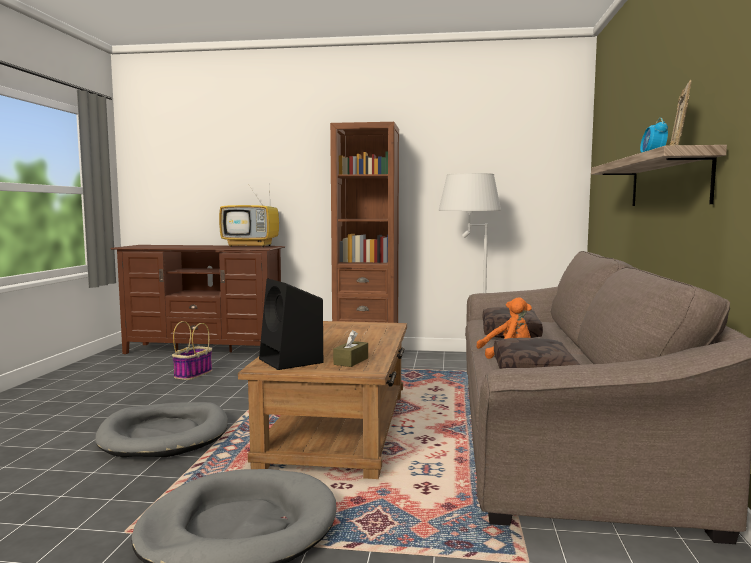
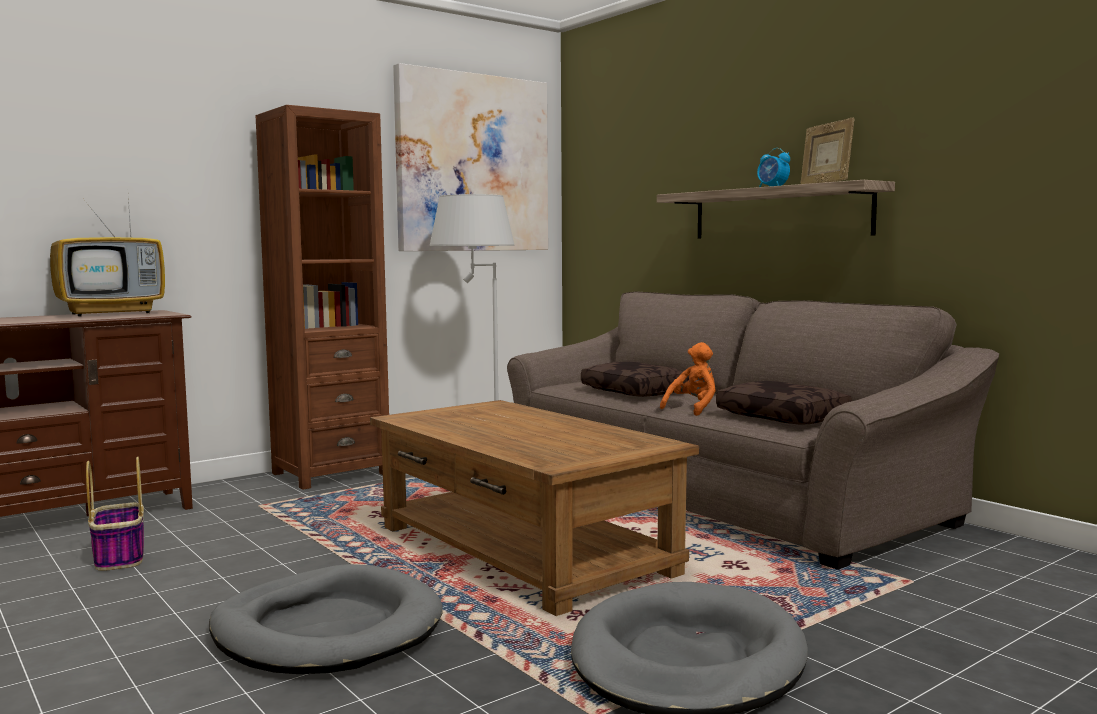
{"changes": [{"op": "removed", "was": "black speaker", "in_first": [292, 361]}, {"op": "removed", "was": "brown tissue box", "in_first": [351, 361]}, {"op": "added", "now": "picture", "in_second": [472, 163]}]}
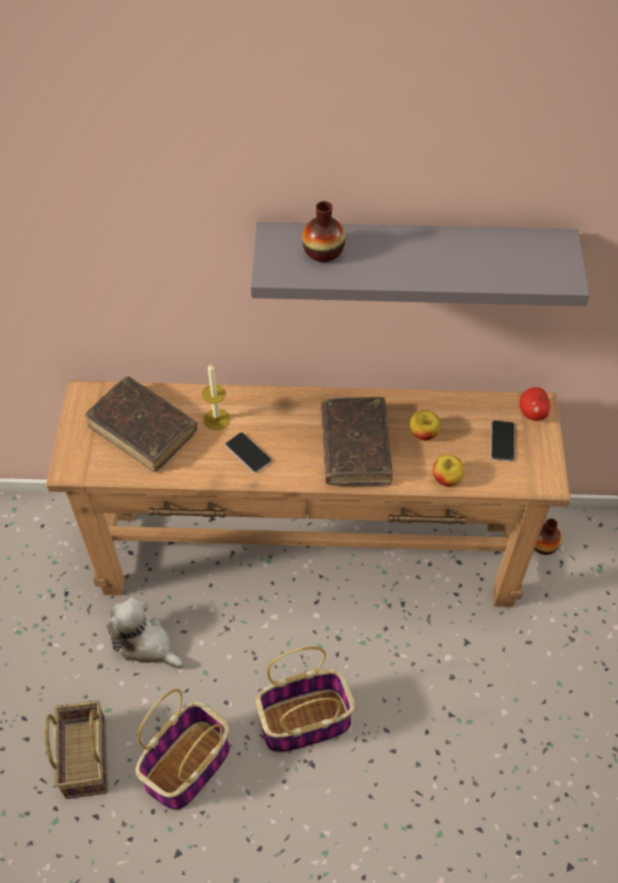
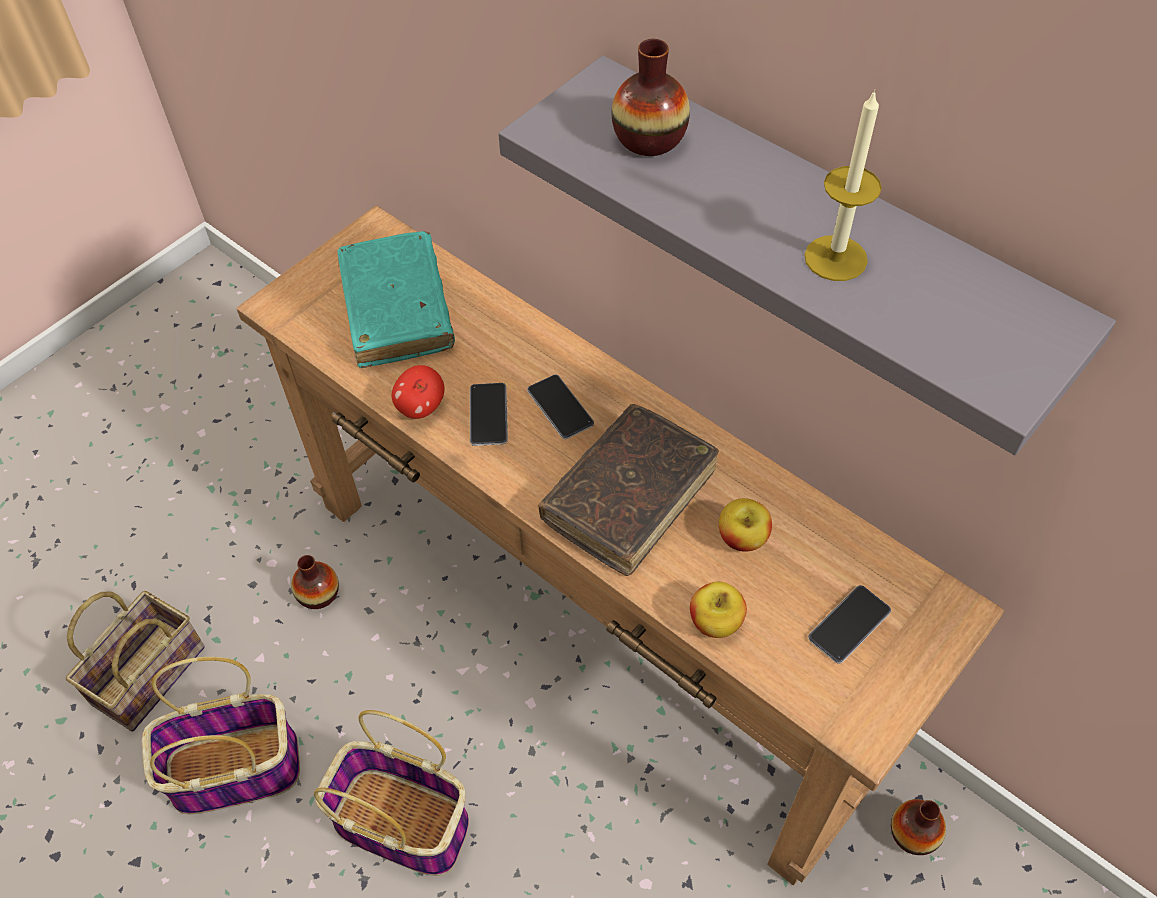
{"changes": [{"op": "recoloured", "was": "brown book", "now": "turquoise book", "in_first": [143, 430], "in_second": [397, 310]}, {"op": "replaced", "was": "plush toy", "now": "vase", "in_first": [145, 643], "in_second": [318, 594]}, {"op": "moved", "was": "candle", "in_first": [217, 419], "in_second": [835, 258]}, {"op": "moved", "was": "apple", "in_first": [532, 413], "in_second": [420, 407]}, {"op": "added", "now": "phone", "in_second": [560, 408]}]}
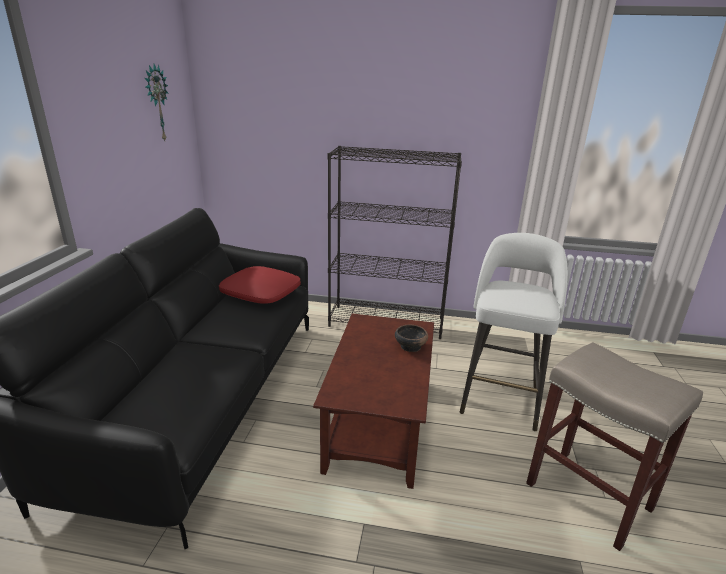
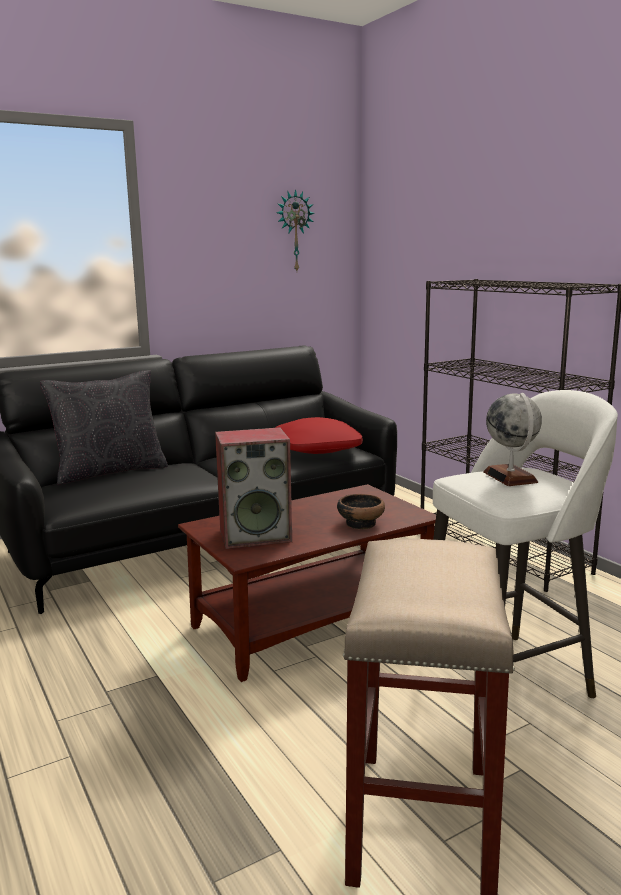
{"changes": [{"op": "added", "now": "black pillow", "in_second": [110, 471]}, {"op": "added", "now": "speaker", "in_second": [256, 535]}, {"op": "added", "now": "globe", "in_second": [510, 477]}]}
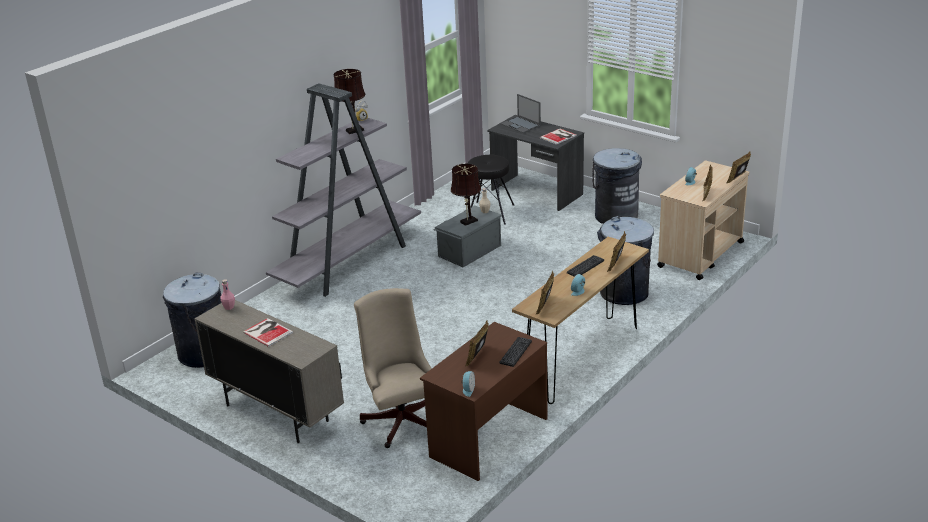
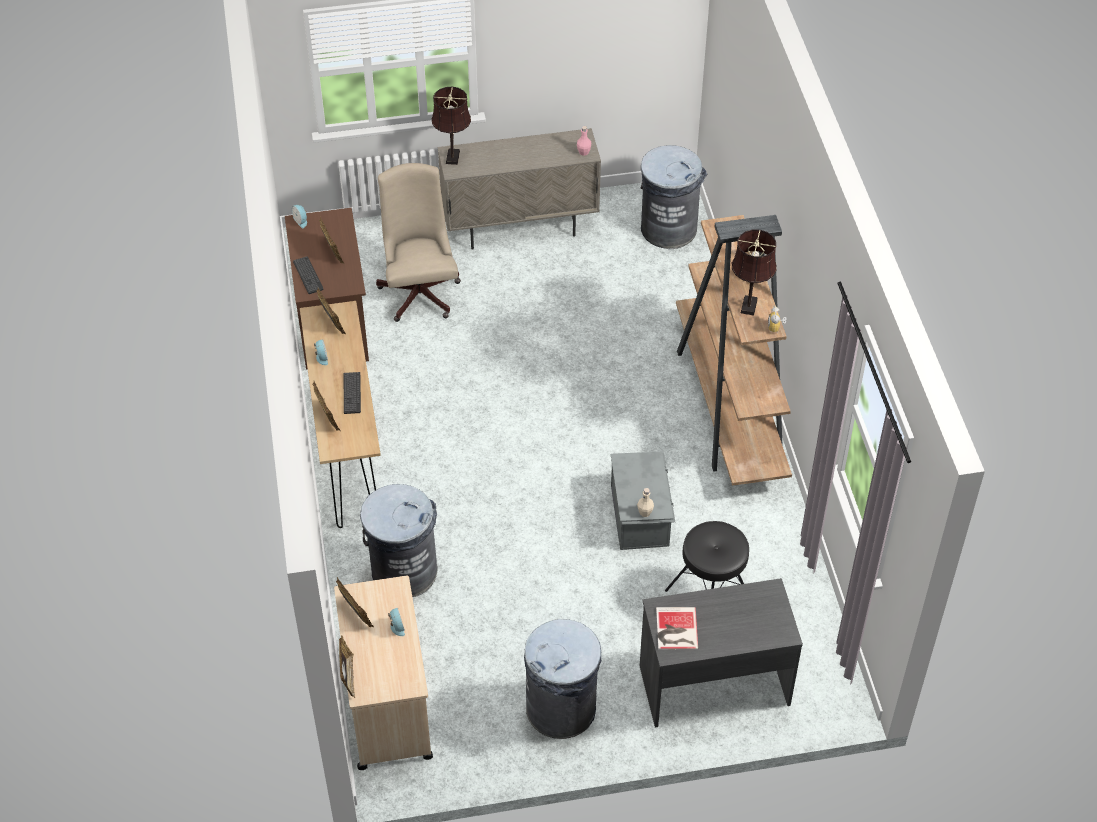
{"changes": [{"op": "removed", "was": "book", "in_first": [268, 331]}, {"op": "recoloured", "was": "grey bookcase", "now": "brown bookcase", "in_first": [349, 262], "in_second": [729, 407]}, {"op": "turned", "was": "beige office chair", "in_first": [402, 418], "in_second": [420, 290], "clockwise": -120}, {"op": "moved", "was": "brown table lamp", "in_first": [467, 222], "in_second": [453, 155]}, {"op": "removed", "was": "laptop", "in_first": [521, 125]}]}
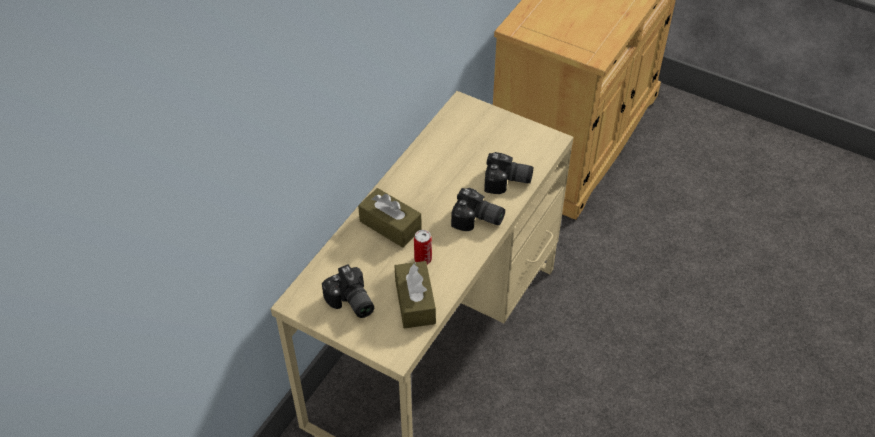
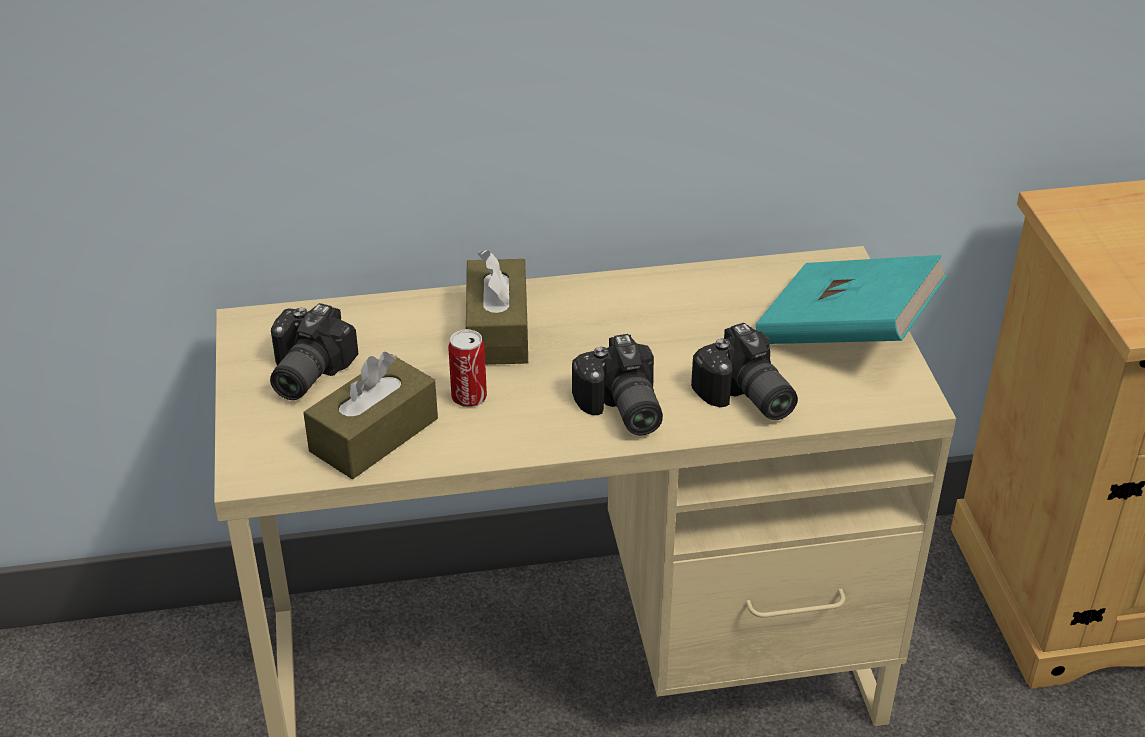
{"changes": [{"op": "added", "now": "turquoise book", "in_second": [845, 334]}]}
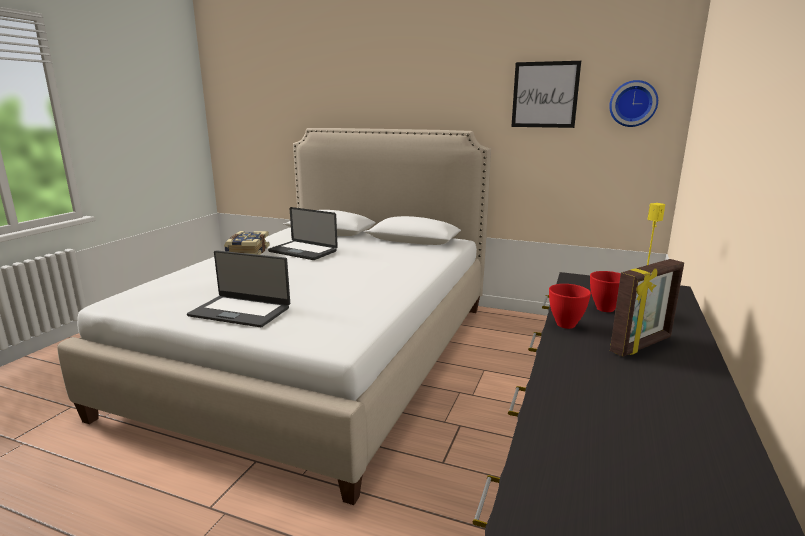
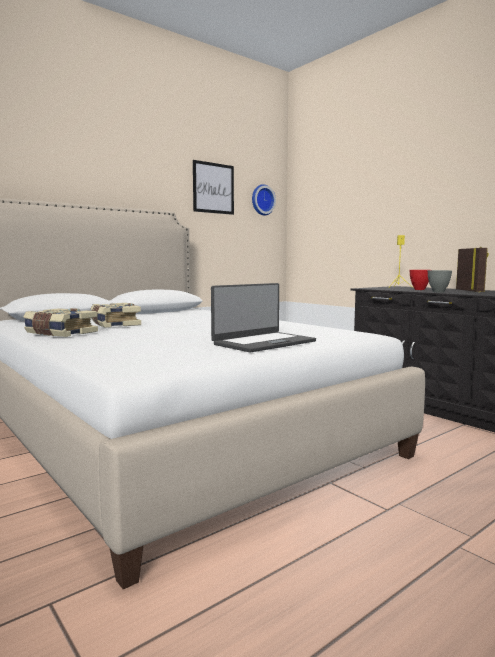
{"changes": [{"op": "replaced", "was": "laptop", "now": "book", "in_first": [302, 251], "in_second": [114, 324]}, {"op": "recoloured", "was": "red bowl", "now": "grey bowl", "in_first": [564, 325], "in_second": [438, 292]}]}
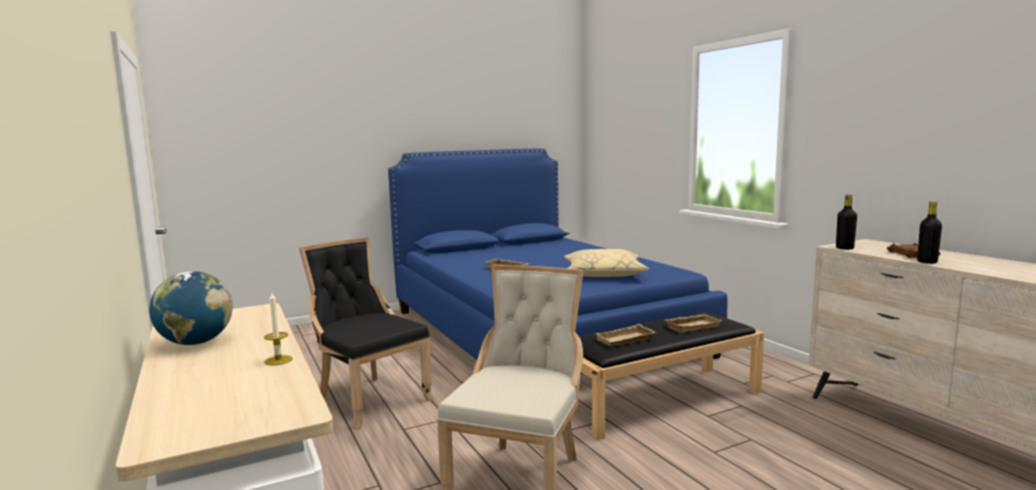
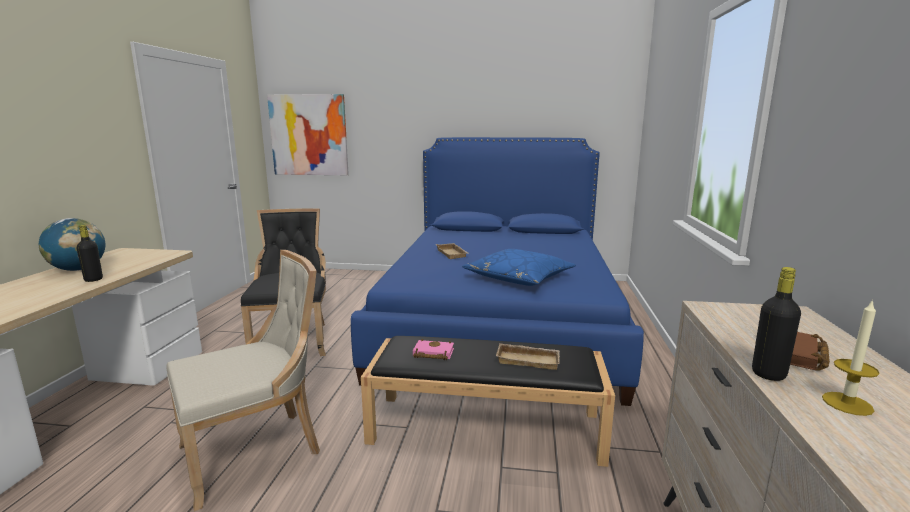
{"changes": [{"op": "moved", "was": "candle", "in_first": [278, 360], "in_second": [847, 403]}, {"op": "recoloured", "was": "beige pillow", "now": "blue pillow", "in_first": [604, 274], "in_second": [519, 278]}, {"op": "replaced", "was": "beige tray", "now": "pink book", "in_first": [625, 340], "in_second": [432, 354]}, {"op": "moved", "was": "black bottle", "in_first": [844, 248], "in_second": [93, 279]}, {"op": "added", "now": "picture", "in_second": [309, 135]}]}
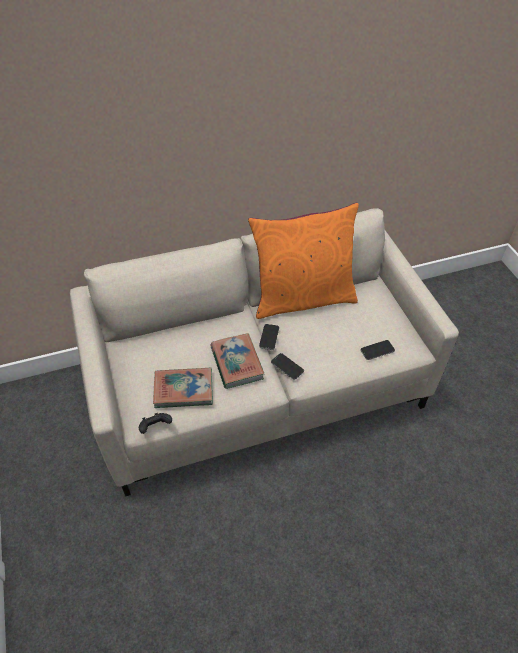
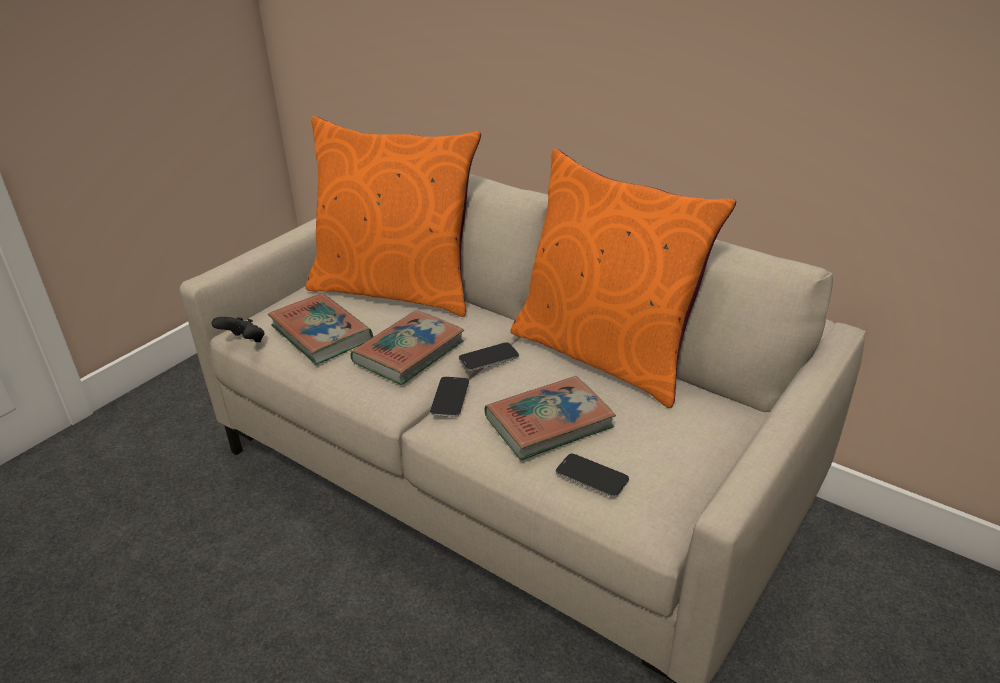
{"changes": [{"op": "added", "now": "orange pillow", "in_second": [396, 289]}, {"op": "added", "now": "book", "in_second": [549, 423]}]}
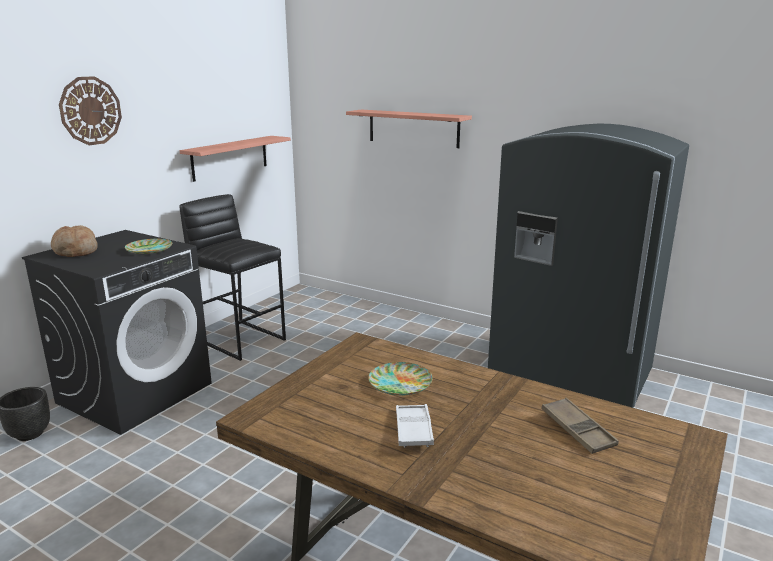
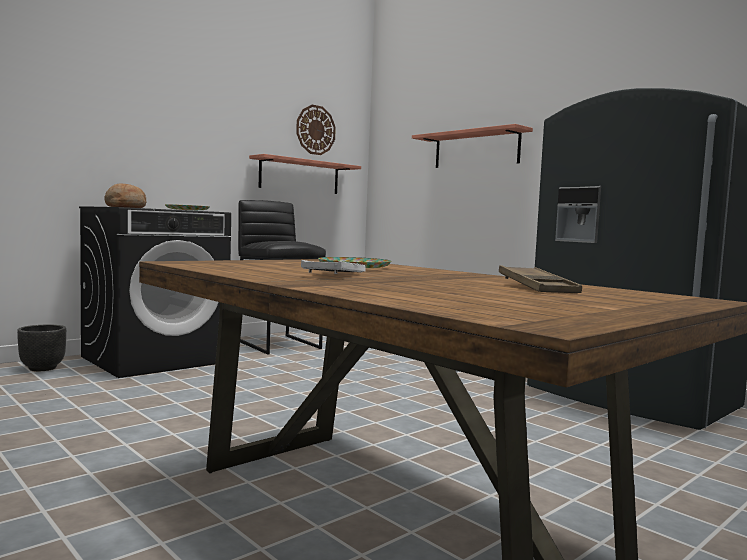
{"changes": [{"op": "moved", "was": "wall clock", "in_first": [90, 111], "in_second": [315, 130]}]}
